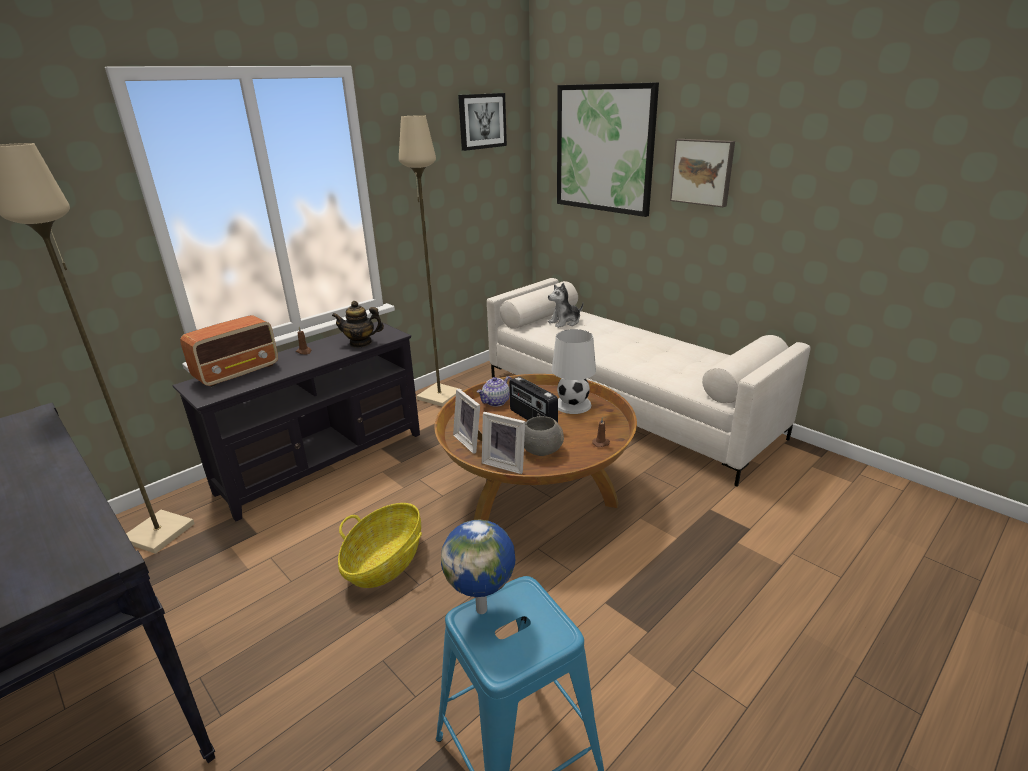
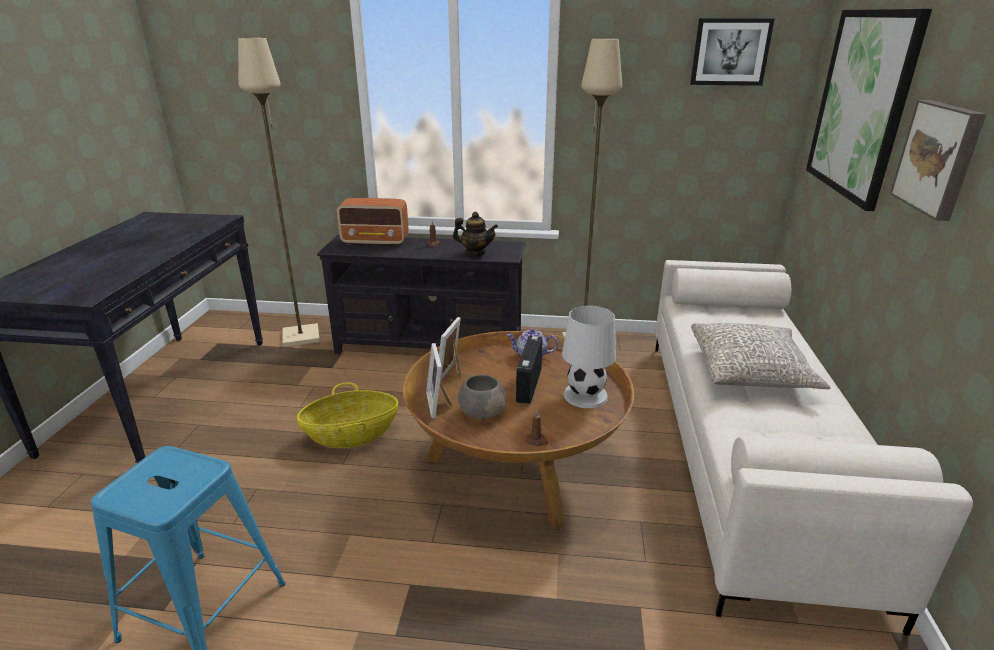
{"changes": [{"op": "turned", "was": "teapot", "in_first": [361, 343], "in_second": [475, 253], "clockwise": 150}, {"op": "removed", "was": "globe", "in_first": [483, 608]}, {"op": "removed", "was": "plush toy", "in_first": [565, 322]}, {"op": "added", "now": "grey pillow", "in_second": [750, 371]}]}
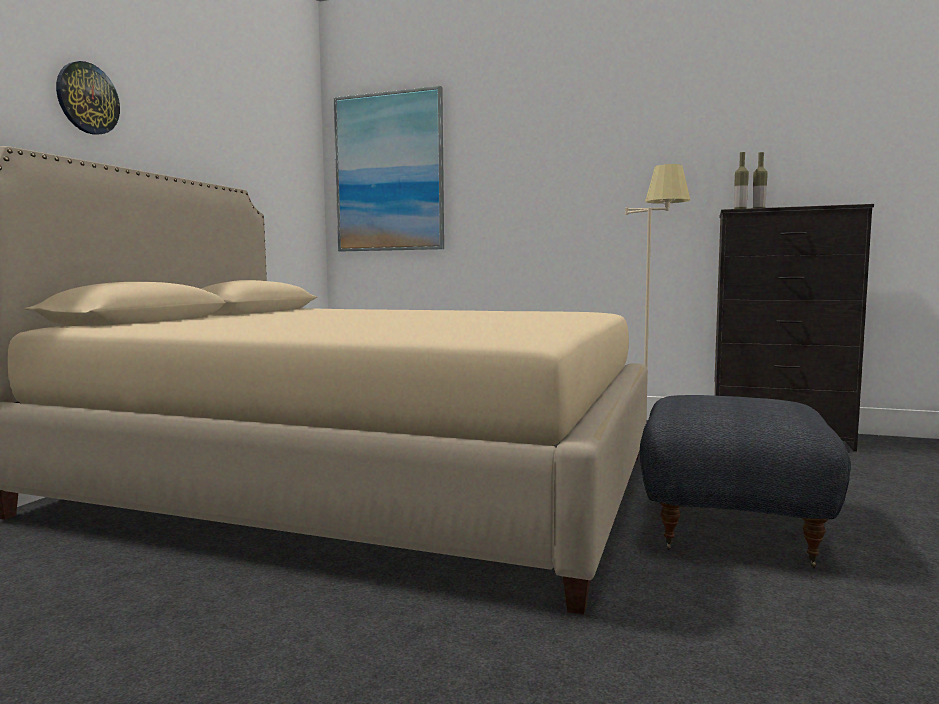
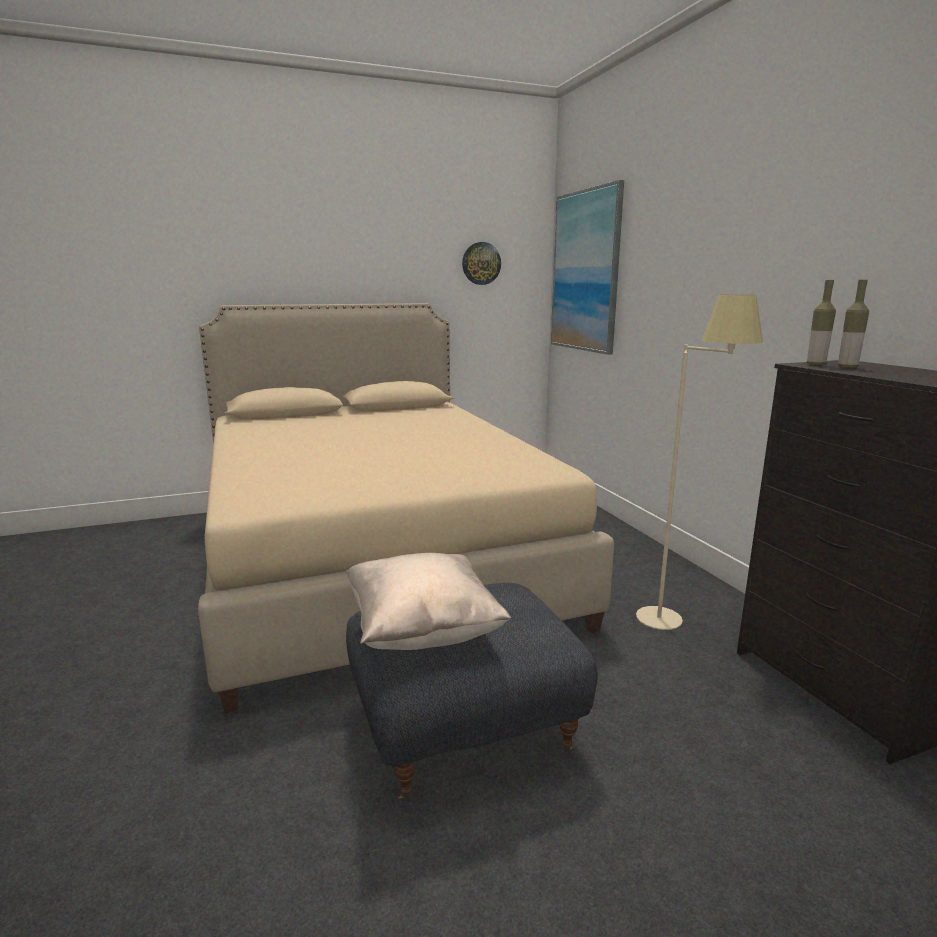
{"changes": [{"op": "moved", "was": "wall clock", "in_first": [87, 98], "in_second": [481, 263]}, {"op": "added", "now": "beige pillow", "in_second": [423, 631]}]}
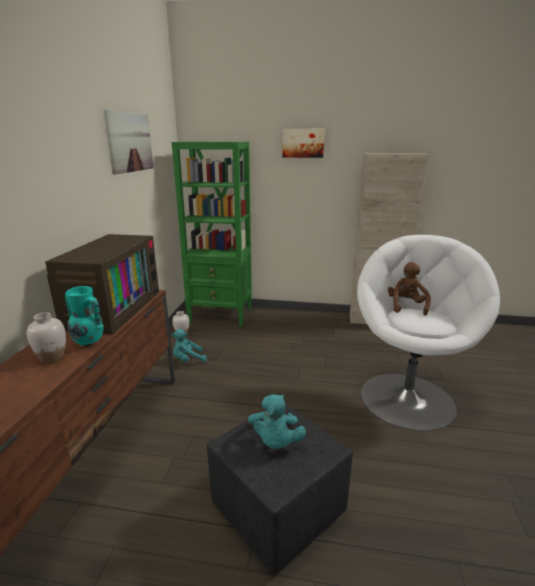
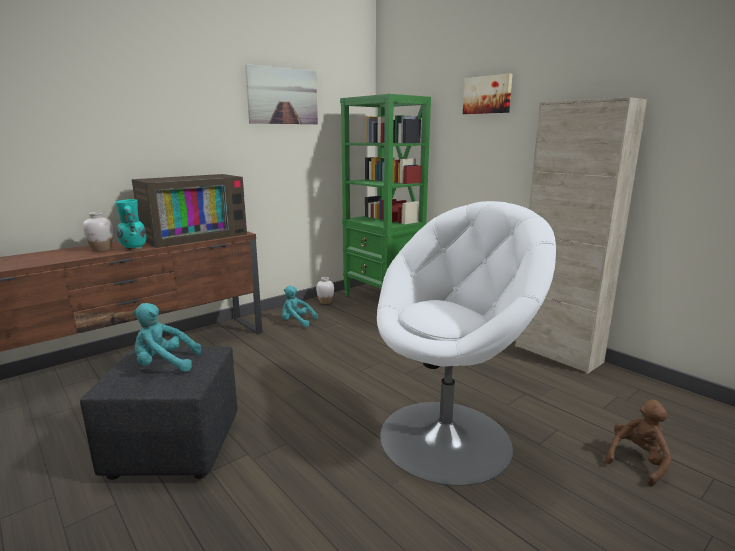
{"changes": [{"op": "turned", "was": "turquoise plush toy", "in_first": [275, 442], "in_second": [164, 365], "clockwise": 45}, {"op": "moved", "was": "brown plush toy", "in_first": [406, 306], "in_second": [638, 461]}]}
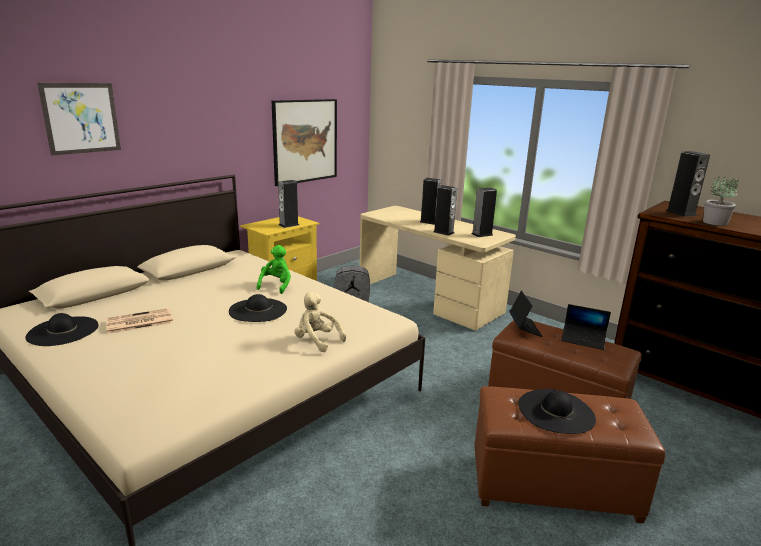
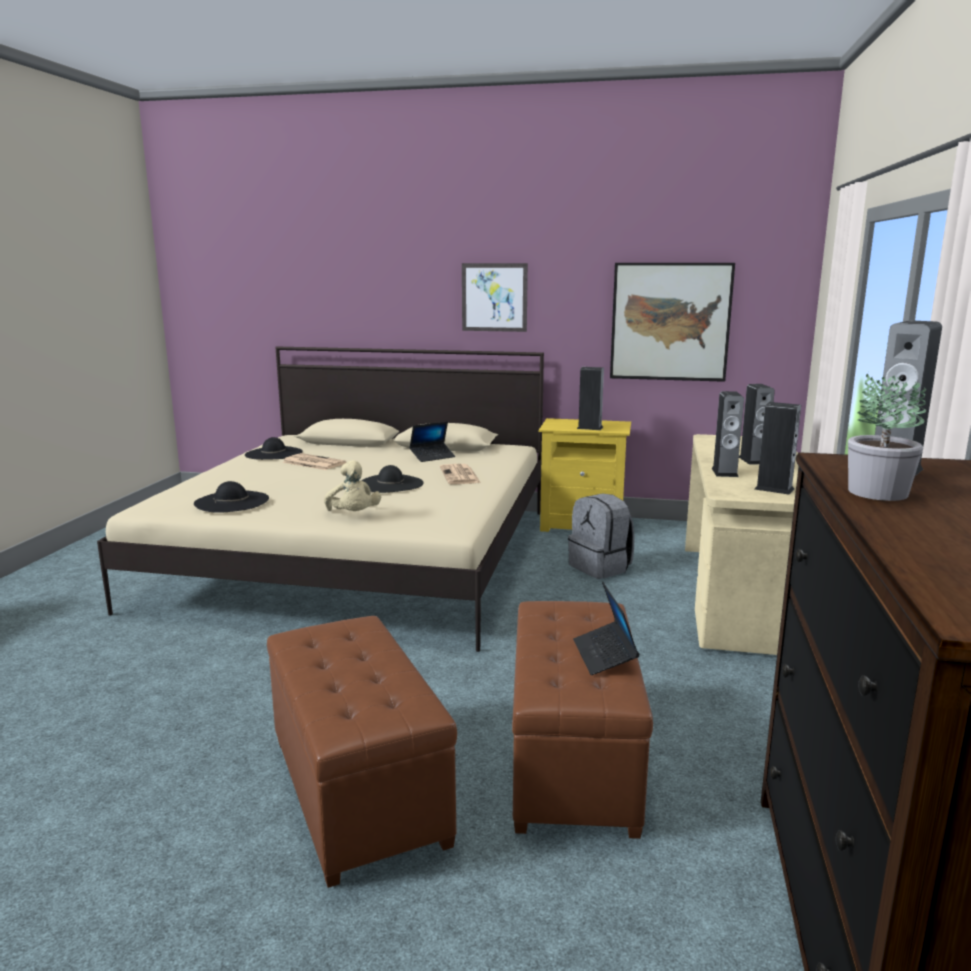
{"changes": [{"op": "moved", "was": "picture", "in_first": [81, 118], "in_second": [494, 297]}, {"op": "replaced", "was": "green plush toy", "now": "newspaper", "in_first": [276, 285], "in_second": [460, 475]}, {"op": "turned", "was": "beige plush toy", "in_first": [317, 341], "in_second": [353, 515], "clockwise": 150}, {"op": "moved", "was": "laptop", "in_first": [524, 328], "in_second": [432, 457]}, {"op": "moved", "was": "black hat", "in_first": [556, 411], "in_second": [231, 501]}]}
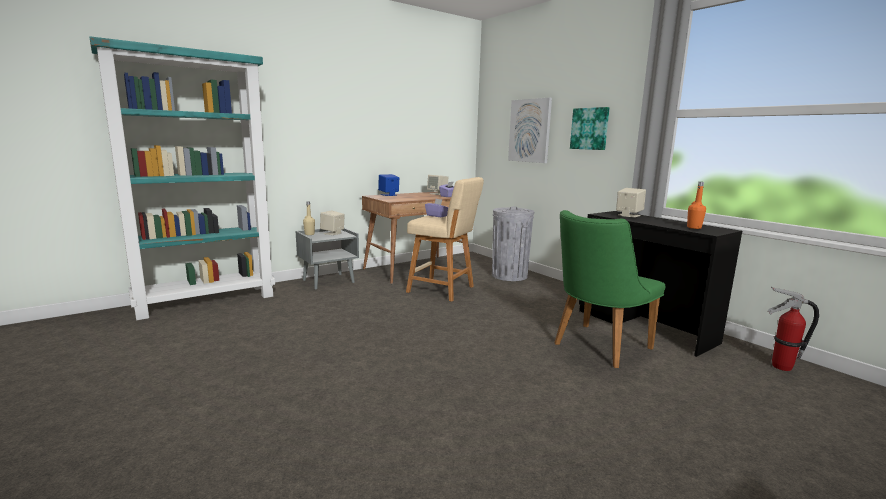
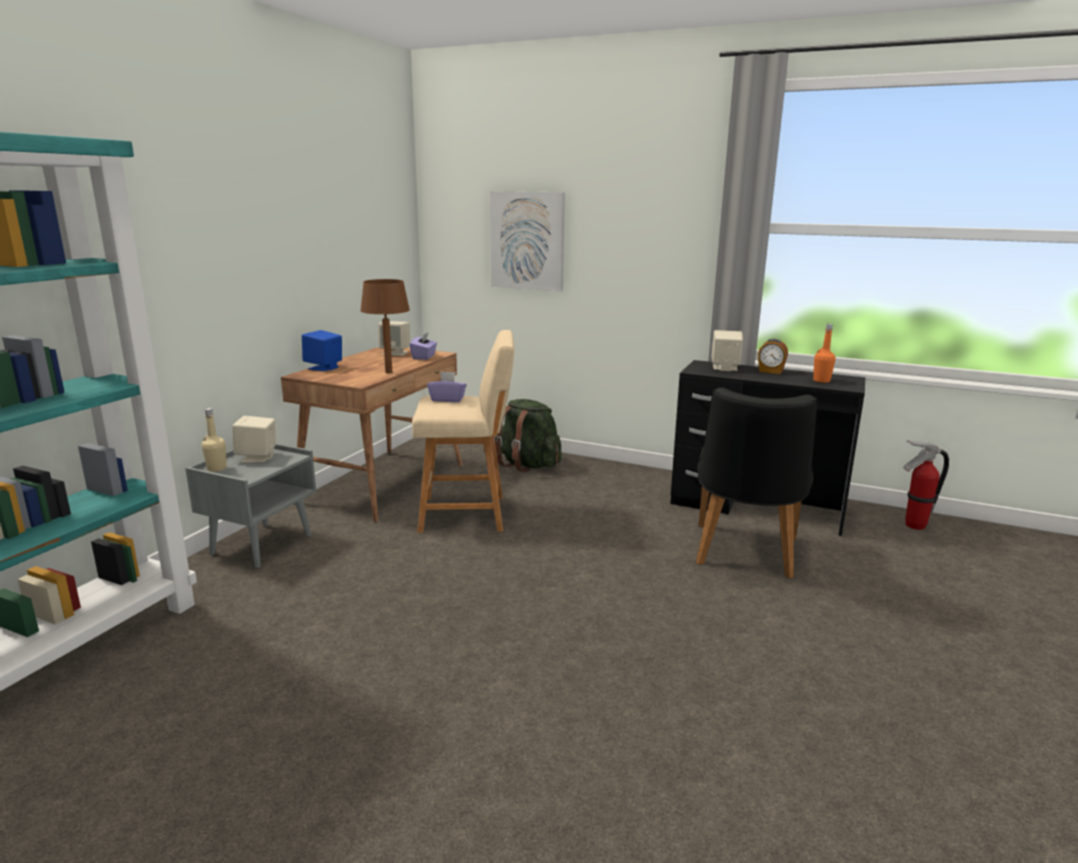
{"changes": [{"op": "replaced", "was": "grey trash can", "now": "green backpack", "in_first": [509, 275], "in_second": [527, 465]}, {"op": "recoloured", "was": "green chair", "now": "black chair", "in_first": [596, 347], "in_second": [744, 555]}, {"op": "removed", "was": "picture", "in_first": [590, 128]}, {"op": "added", "now": "brown table lamp", "in_second": [389, 372]}, {"op": "added", "now": "alarm clock", "in_second": [770, 371]}]}
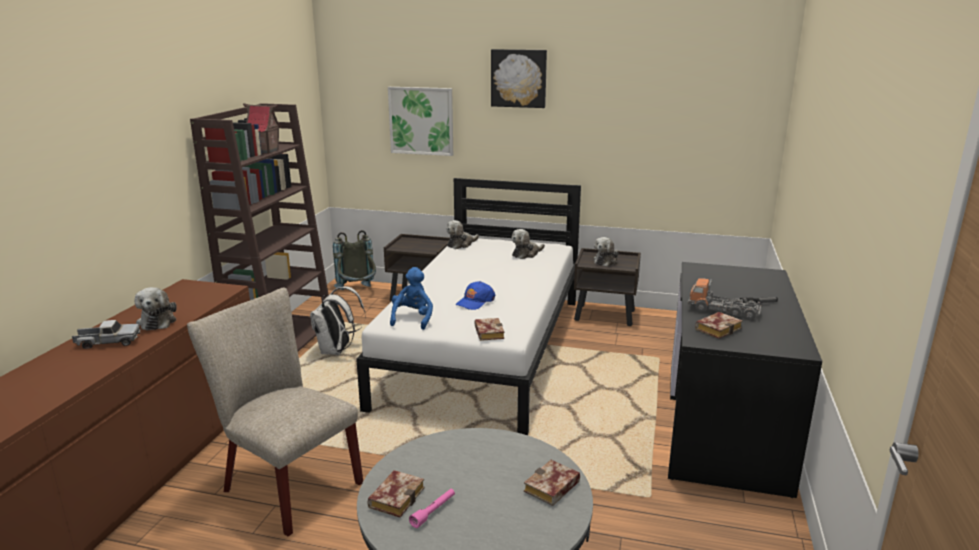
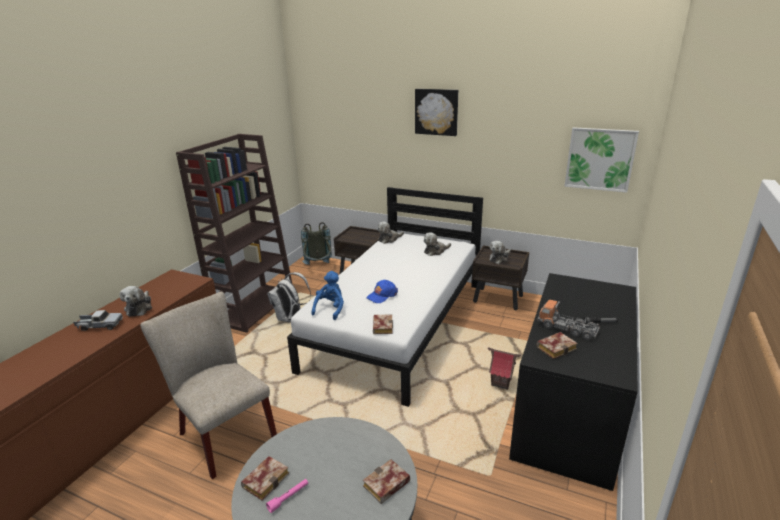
{"changes": [{"op": "moved", "was": "toy house", "in_first": [265, 151], "in_second": [501, 383]}, {"op": "moved", "was": "picture", "in_first": [421, 121], "in_second": [600, 159]}]}
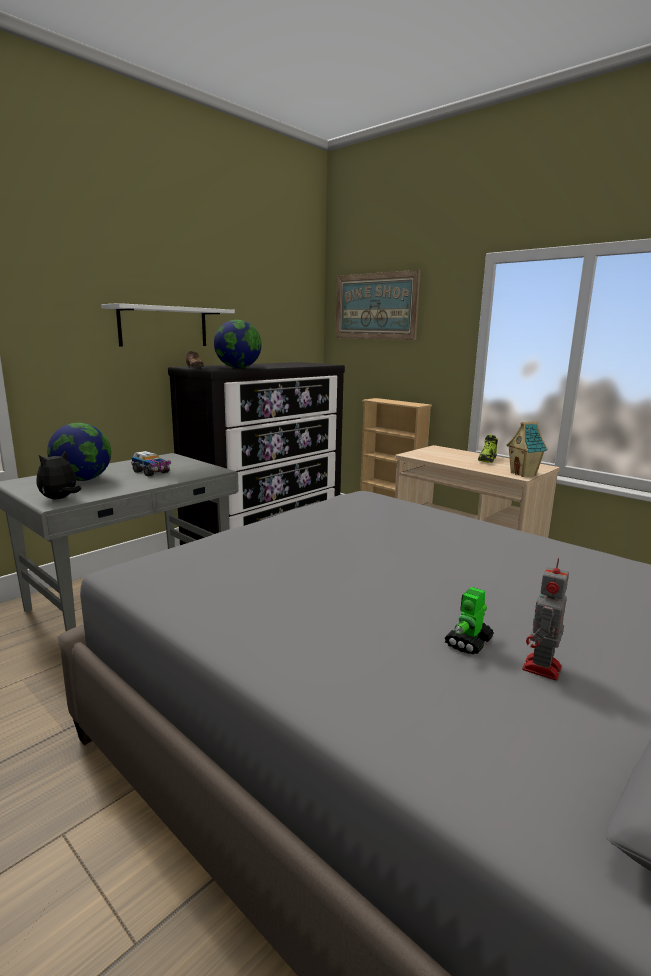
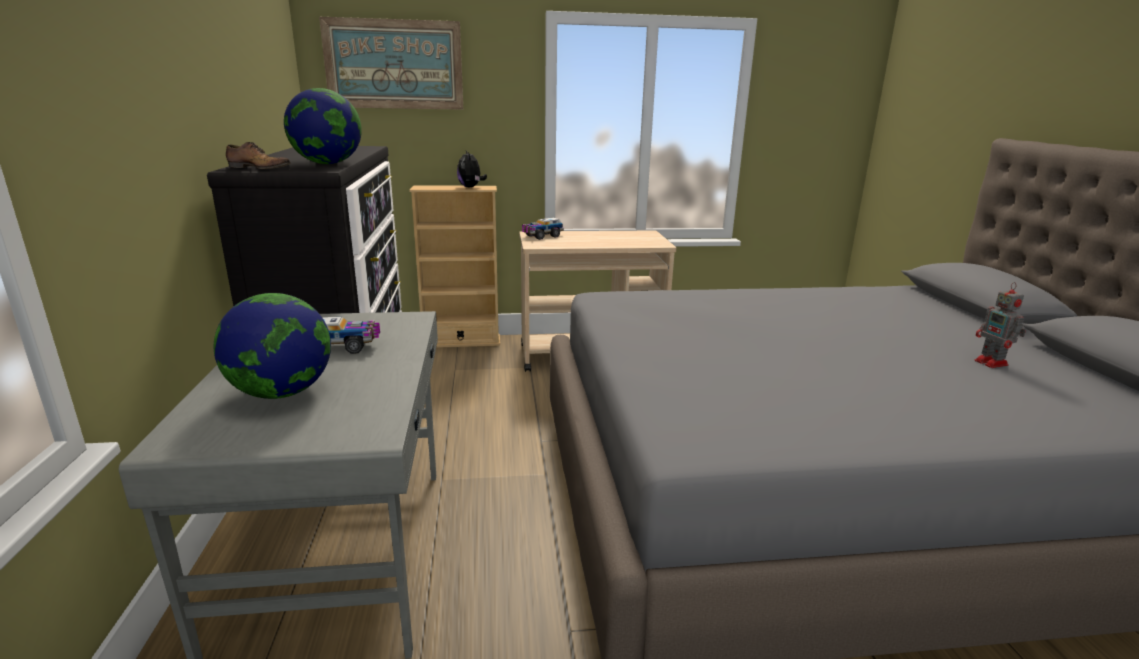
{"changes": [{"op": "moved", "was": "plush toy", "in_first": [60, 499], "in_second": [471, 187]}, {"op": "removed", "was": "white shelf", "in_first": [163, 326]}, {"op": "removed", "was": "toy robot", "in_first": [468, 643]}, {"op": "removed", "was": "shoe", "in_first": [487, 460]}, {"op": "removed", "was": "toy house", "in_first": [524, 474]}, {"op": "added", "now": "toy truck", "in_second": [542, 236]}]}
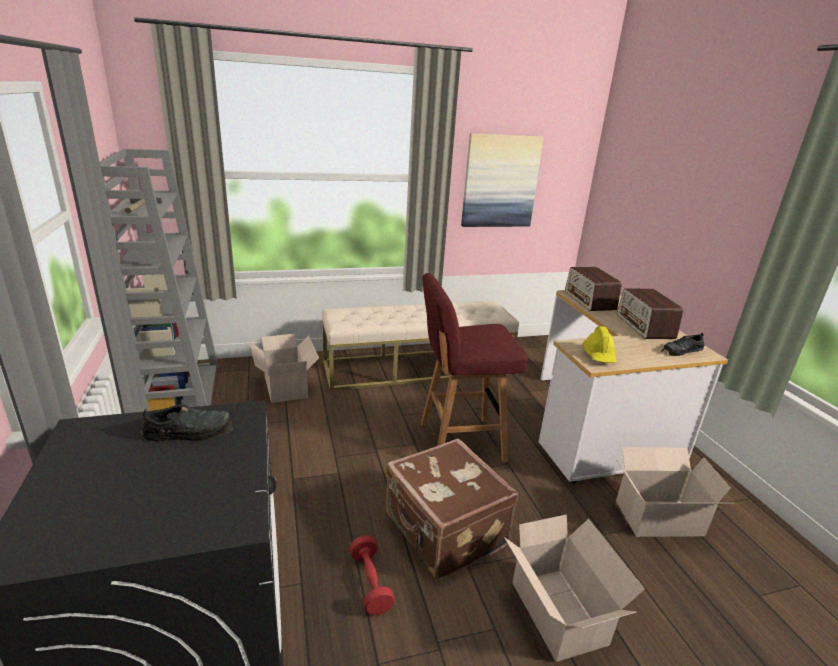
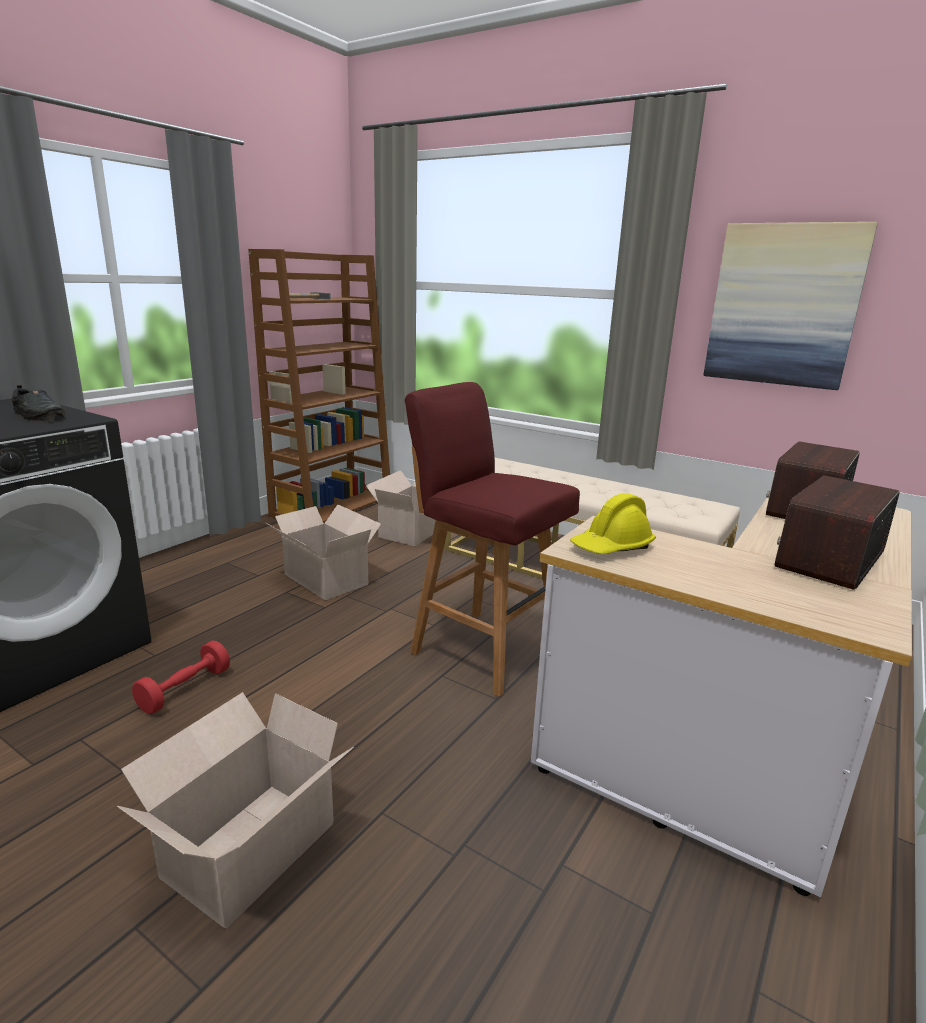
{"changes": [{"op": "recoloured", "was": "grey bookcase", "now": "brown bookcase", "in_first": [183, 394], "in_second": [333, 506]}, {"op": "removed", "was": "brown suitcase", "in_first": [443, 532]}, {"op": "moved", "was": "cardboard box", "in_first": [656, 517], "in_second": [325, 578]}, {"op": "removed", "was": "black shoe", "in_first": [681, 350]}]}
